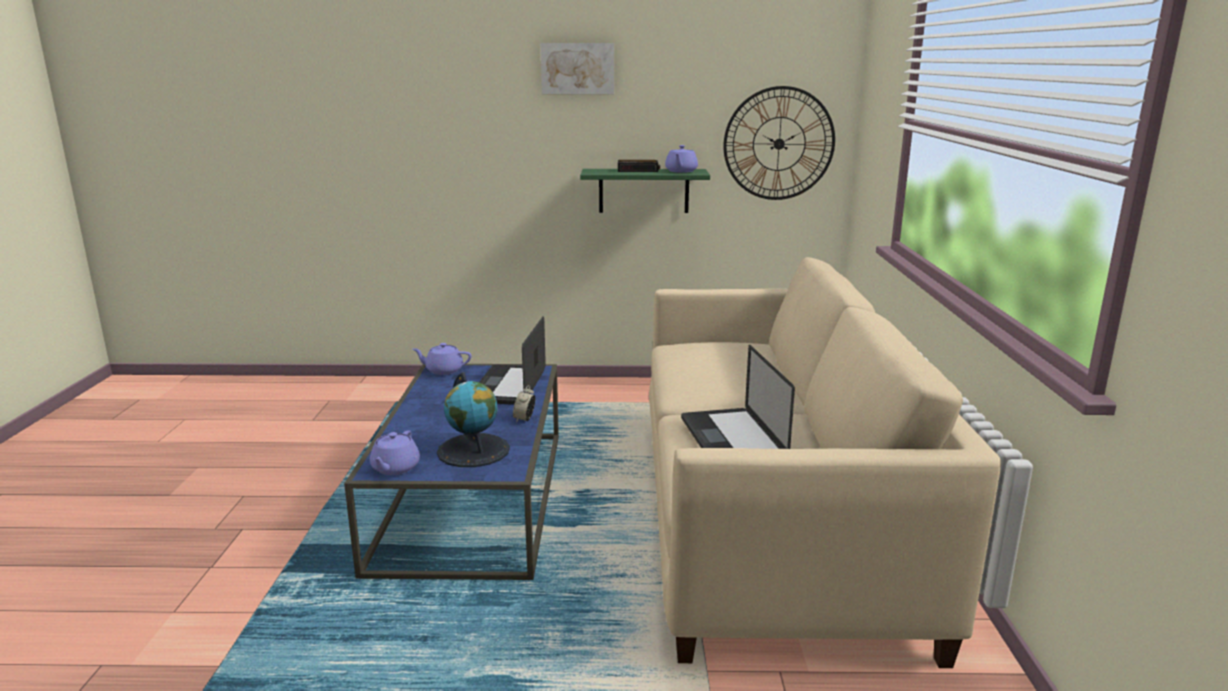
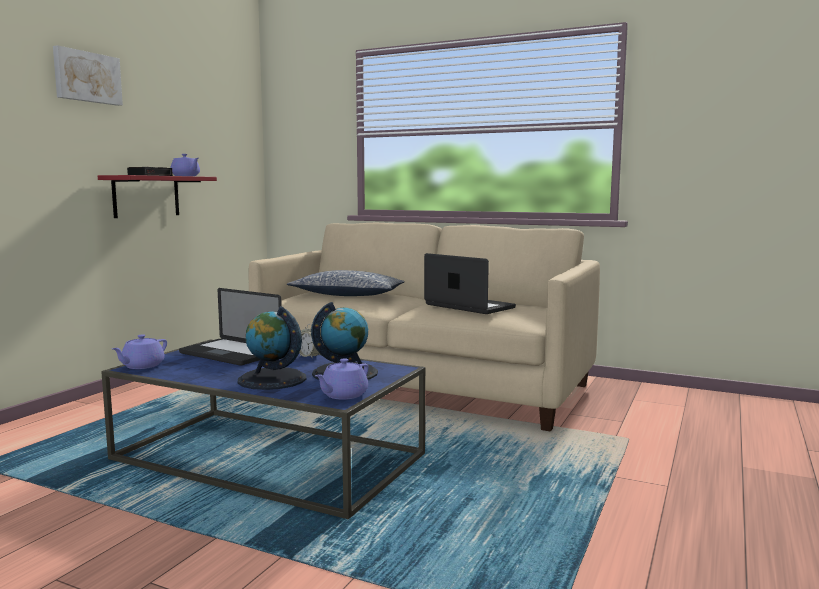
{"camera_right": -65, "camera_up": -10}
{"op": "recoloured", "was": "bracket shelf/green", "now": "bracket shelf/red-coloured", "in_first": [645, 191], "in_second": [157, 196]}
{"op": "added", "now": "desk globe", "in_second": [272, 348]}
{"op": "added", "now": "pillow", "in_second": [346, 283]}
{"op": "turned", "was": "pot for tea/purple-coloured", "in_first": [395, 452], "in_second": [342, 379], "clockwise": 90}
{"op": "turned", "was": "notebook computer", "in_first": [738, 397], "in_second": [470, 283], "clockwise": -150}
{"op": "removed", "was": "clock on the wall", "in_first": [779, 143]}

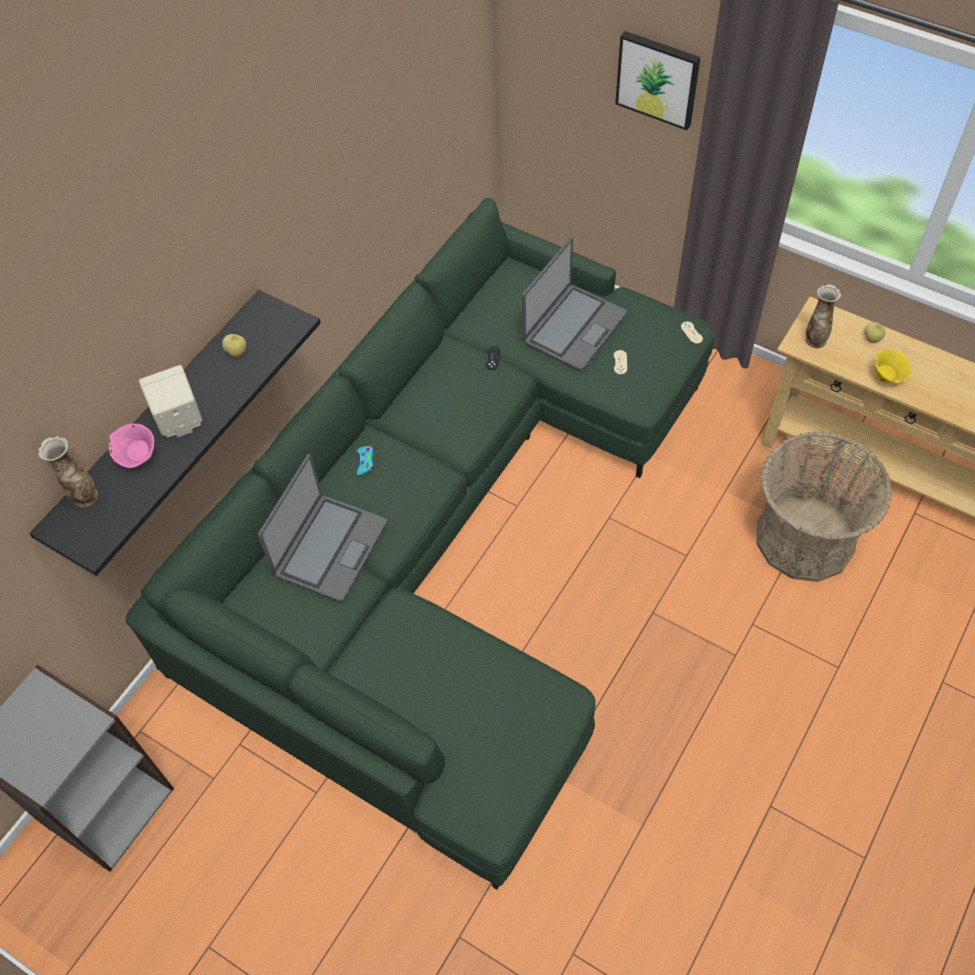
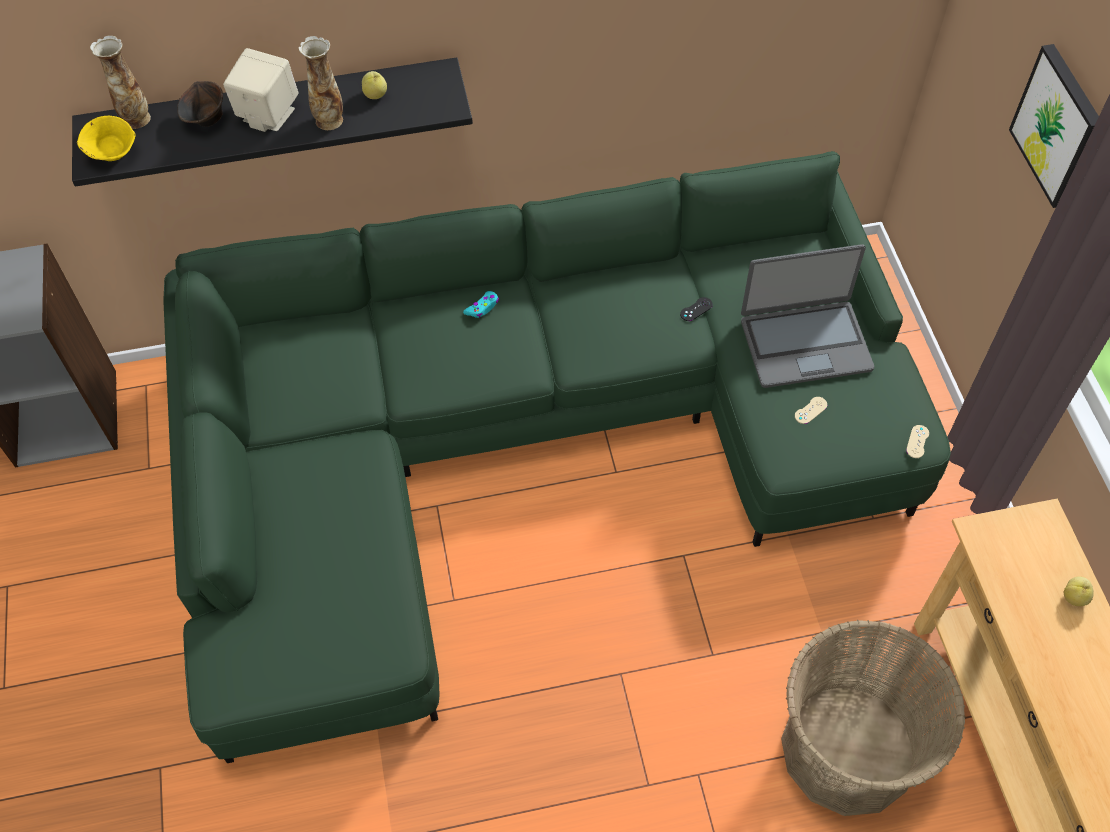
{"camera_right": 45, "camera_up": 0}
{"op": "moved", "was": "serving bowl/yellow-coloured", "in_first": [893, 366], "in_second": [106, 138]}
{"op": "recoloured", "was": "serving bowl/pinkish", "now": "serving bowl/brown", "in_first": [131, 445], "in_second": [200, 104]}
{"op": "moved", "was": "decorative vase", "in_first": [823, 316], "in_second": [320, 83]}
{"op": "removed", "was": "notebook computer", "in_first": [322, 528]}

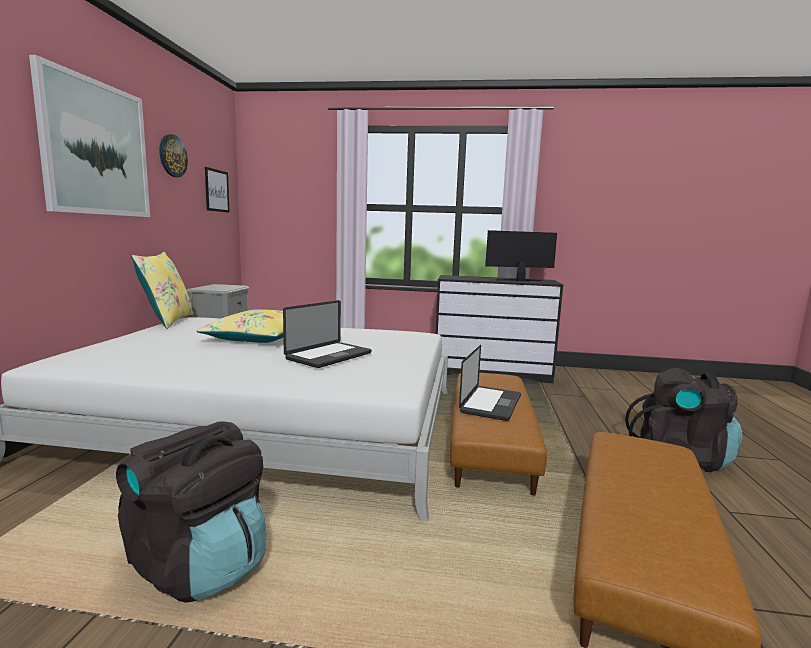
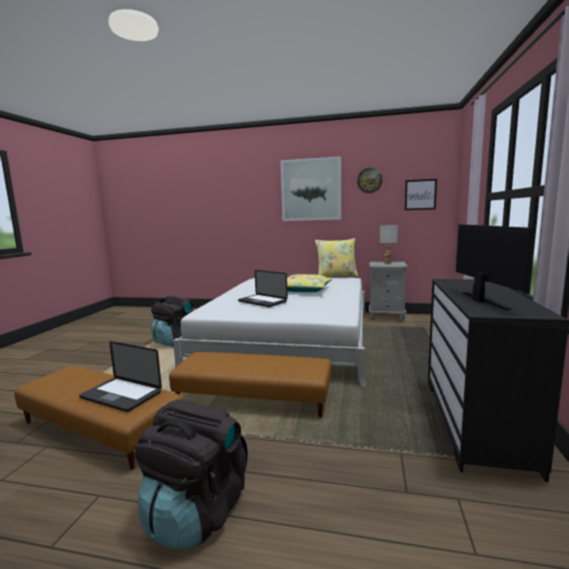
{"camera_right": 95, "camera_up": 0}
{"op": "moved", "was": "notebook computer", "in_first": [490, 383], "in_second": [120, 376]}
{"op": "added", "now": "tabletop lamp/grey", "in_second": [389, 244]}

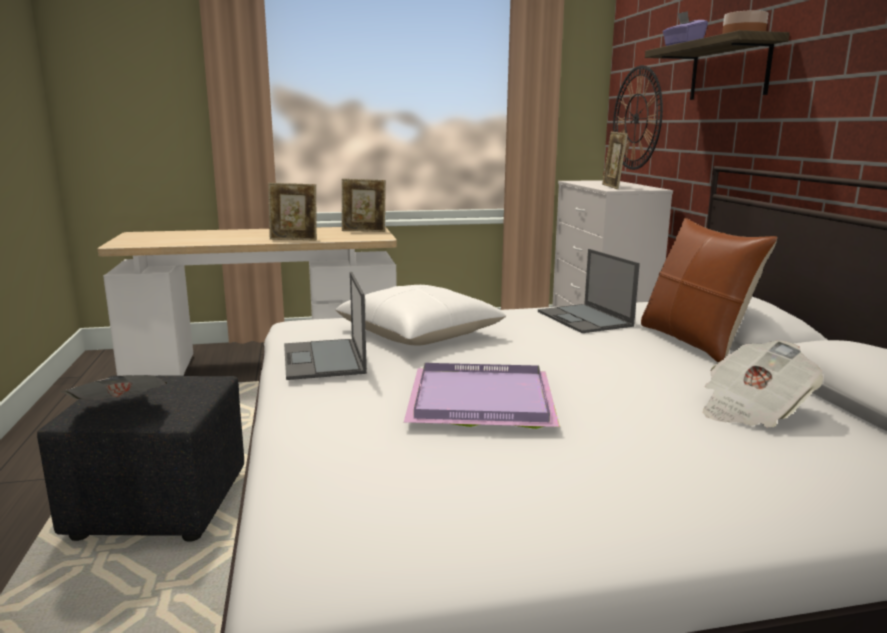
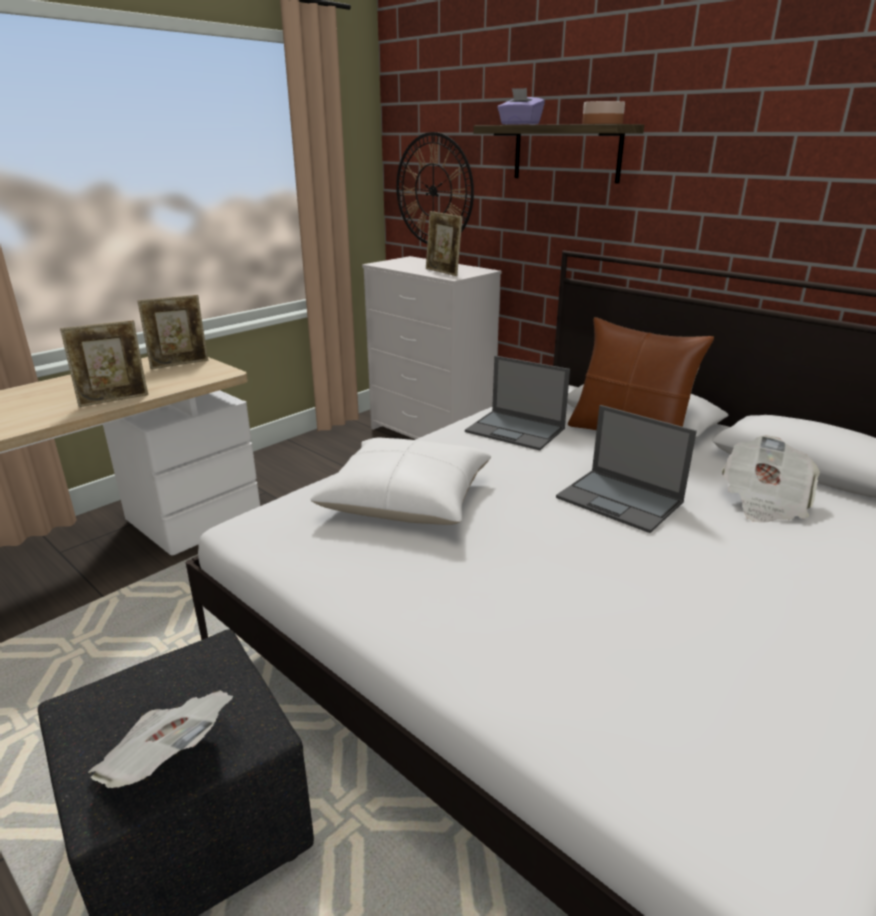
{"camera_right": -35, "camera_up": 10}
{"op": "moved", "was": "notebook computer", "in_first": [325, 326], "in_second": [626, 469]}
{"op": "removed", "was": "serving tray/purple-coloured", "in_first": [482, 396]}

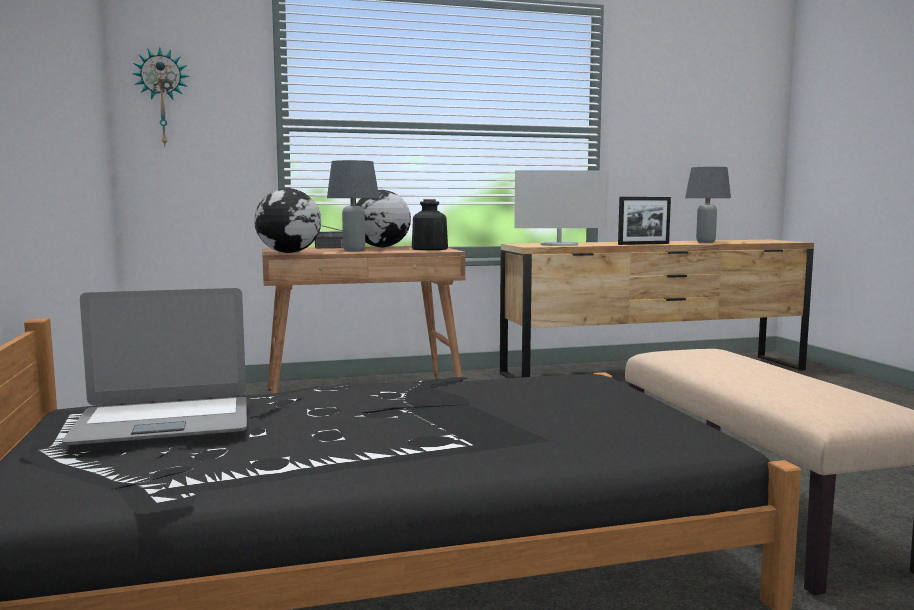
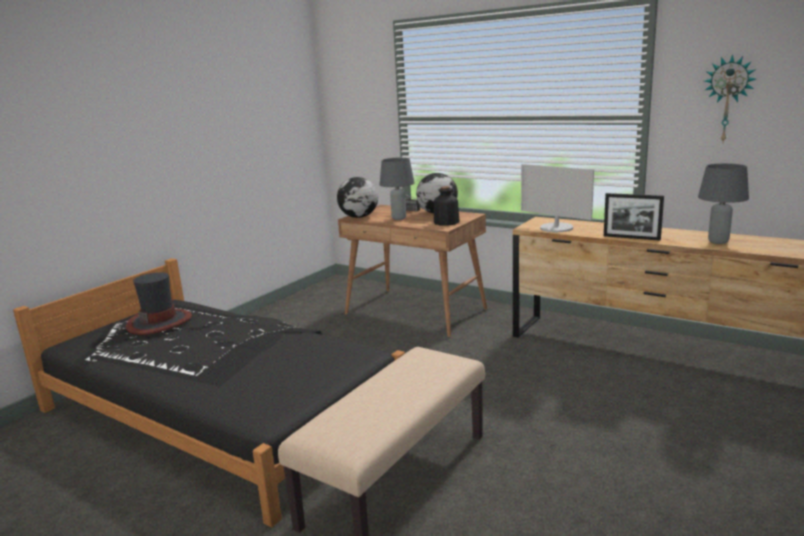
{"camera_right": 50, "camera_up": 10}
{"op": "replaced", "was": "notebook computer", "now": "hat", "in_first": [154, 366], "in_second": [159, 303]}
{"op": "moved", "was": "clock on the wall", "in_first": [160, 97], "in_second": [730, 98]}

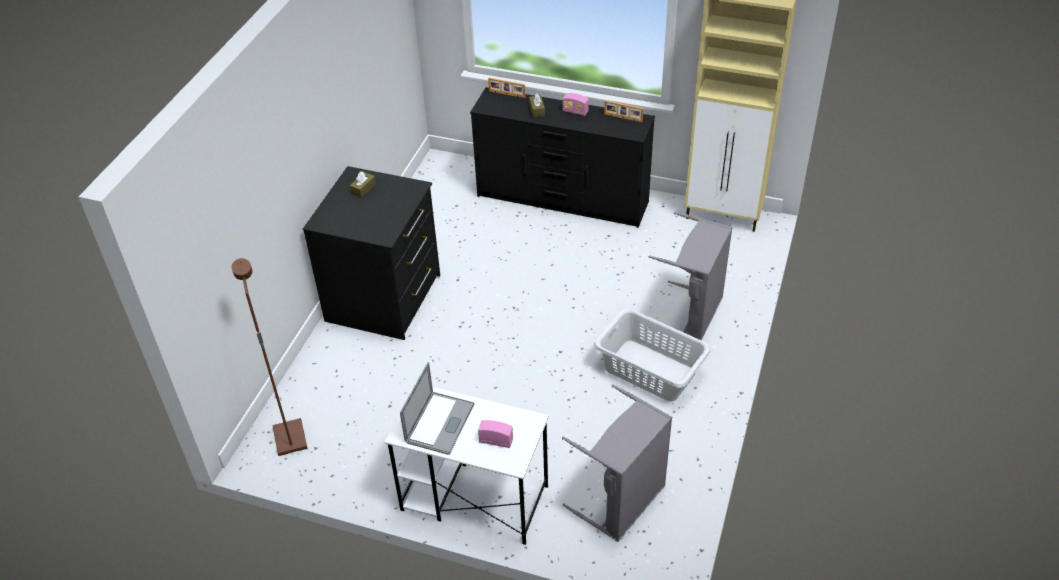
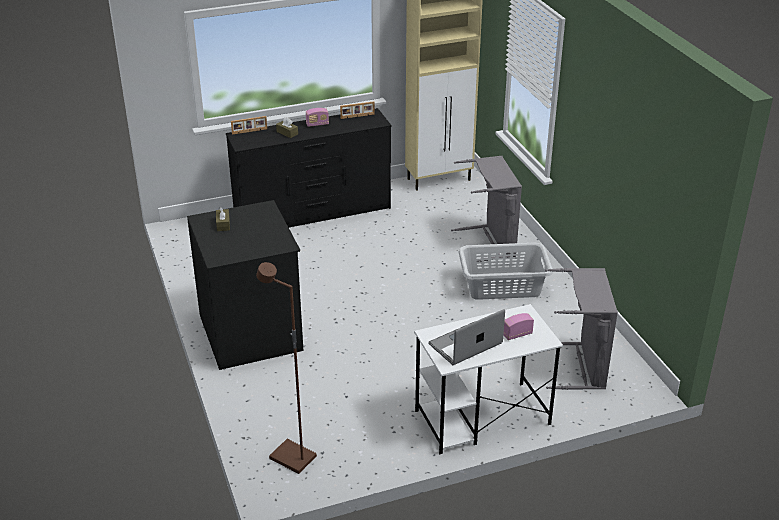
{"camera_right": -40, "camera_up": -10}
{"op": "turned", "was": "notebook computer", "in_first": [437, 408], "in_second": [466, 337], "clockwise": -105}

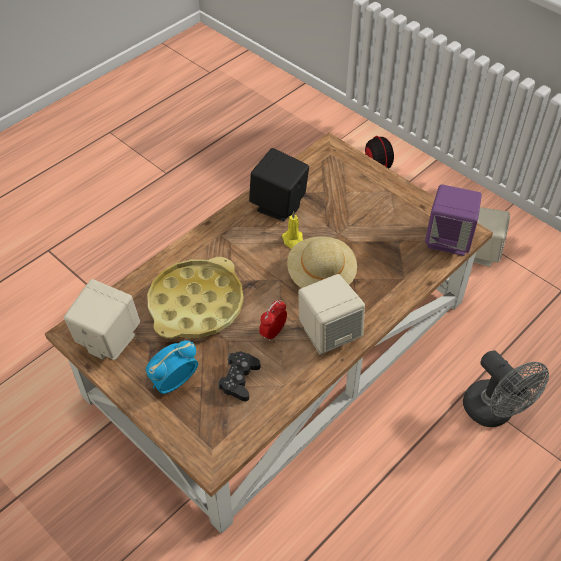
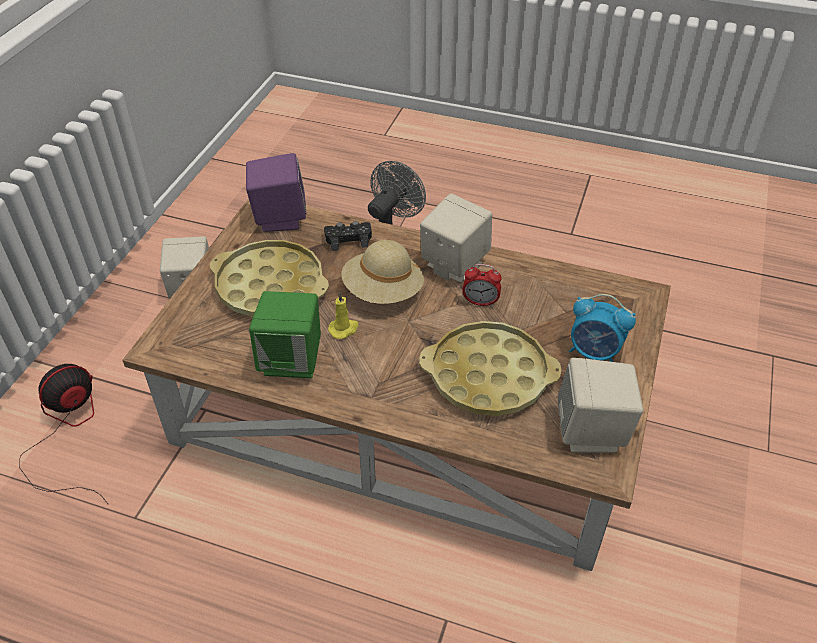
{"camera_right": -115, "camera_up": -5}
{"op": "added", "now": "serving tray/yellow-coloured", "in_second": [269, 278]}
{"op": "recoloured", "was": "audio speaker/black-coloured", "now": "audio speaker/green", "in_first": [279, 184], "in_second": [285, 334]}
{"op": "moved", "was": "gamepad/black-coloured", "in_first": [239, 376], "in_second": [348, 236]}

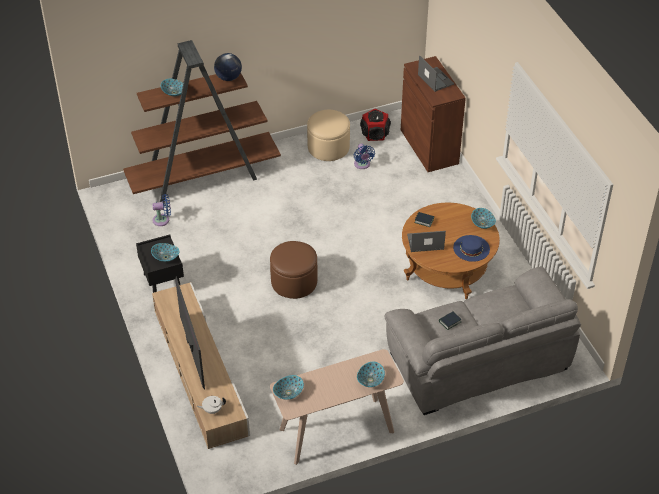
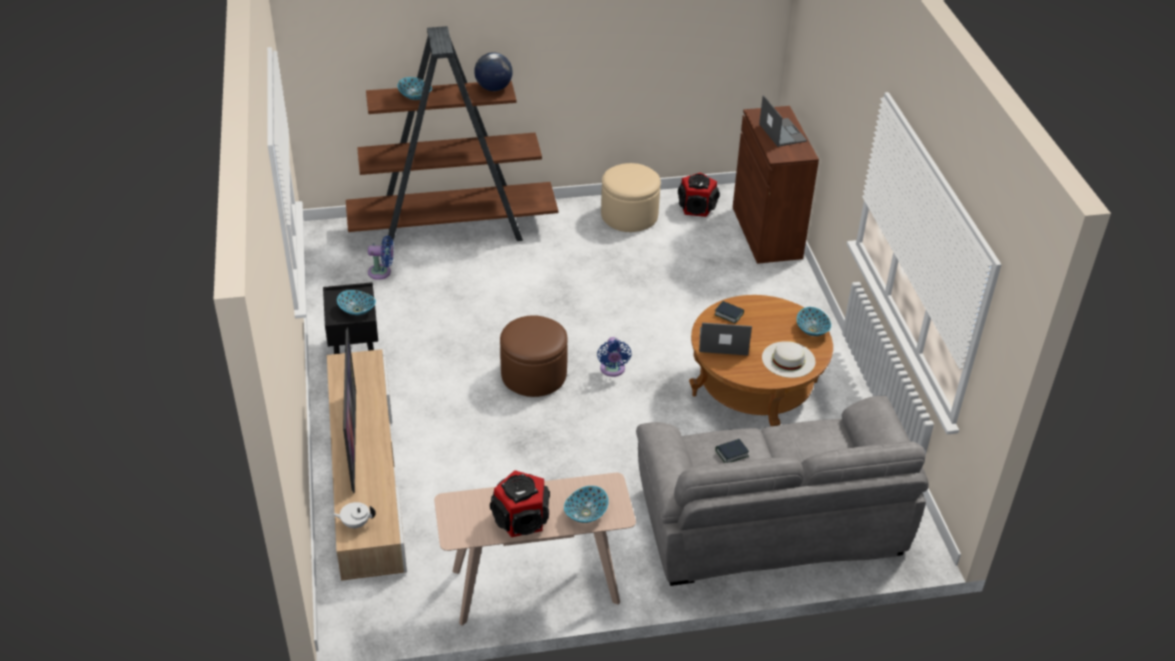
{"camera_right": 10, "camera_up": -5}
{"op": "added", "now": "audio speaker", "in_second": [520, 503]}
{"op": "moved", "was": "electric fan/bluish", "in_first": [364, 156], "in_second": [614, 357]}
{"op": "recoloured", "was": "hat/bluish", "now": "hat/white", "in_first": [471, 248], "in_second": [788, 359]}
{"op": "removed", "was": "serving bowl", "in_first": [288, 387]}

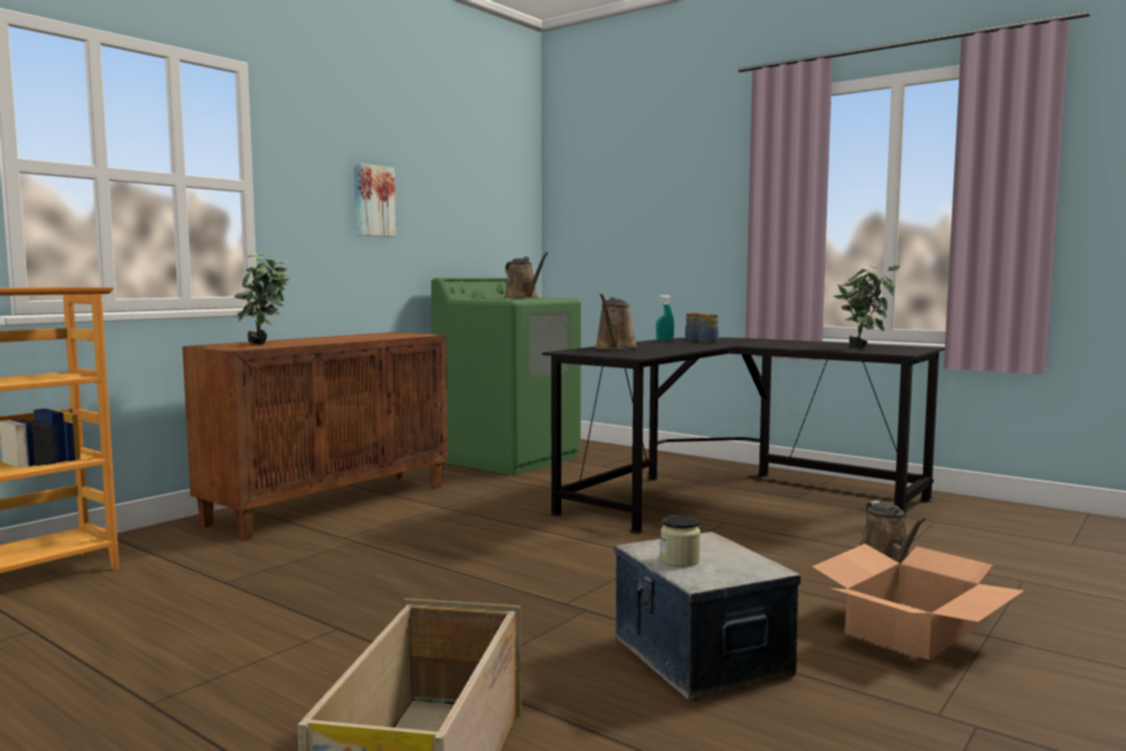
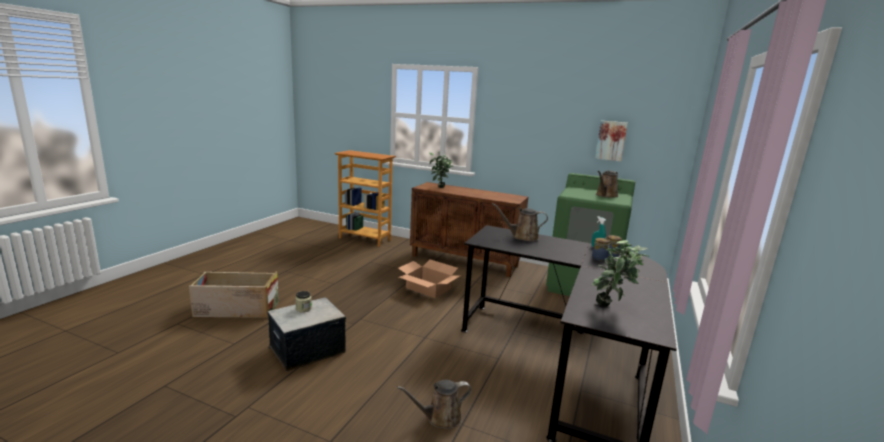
{"camera_right": 75, "camera_up": 10}
{"op": "moved", "was": "carton", "in_first": [918, 602], "in_second": [429, 279]}
{"op": "moved", "was": "wall picture", "in_first": [375, 200], "in_second": [611, 141]}

